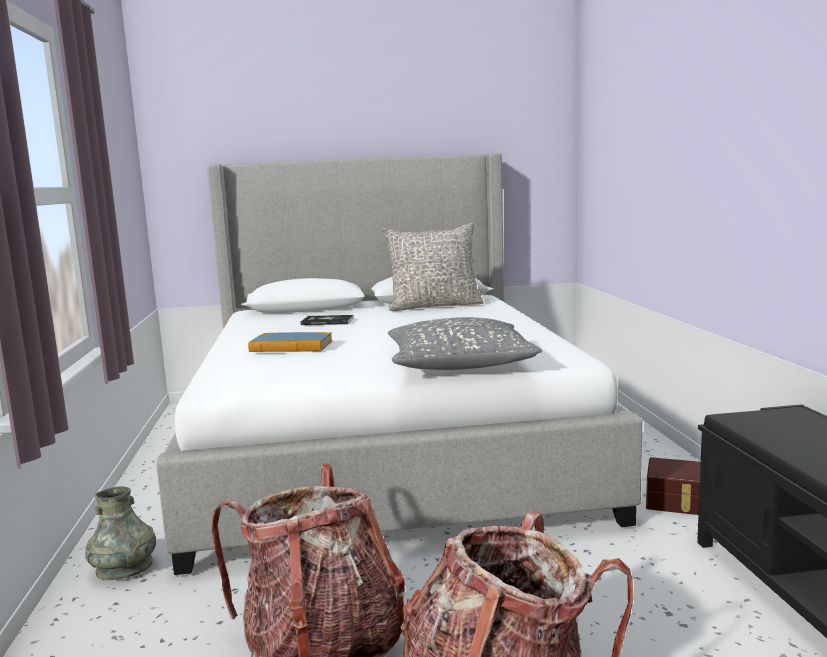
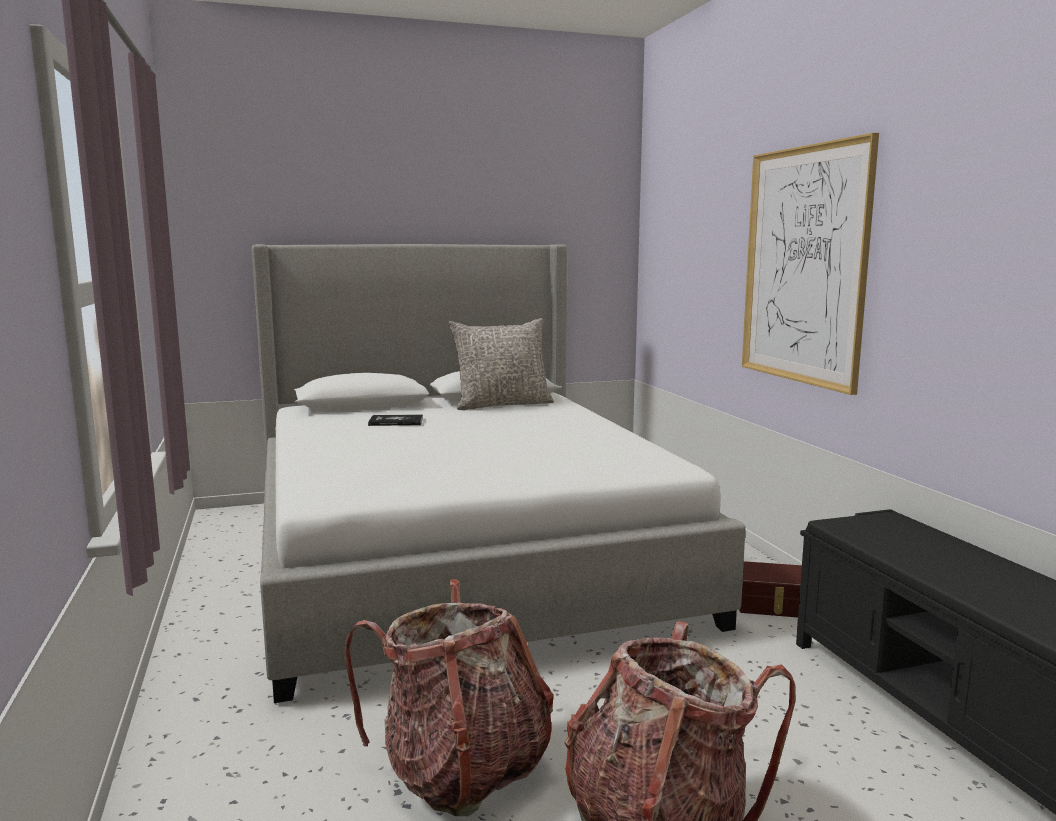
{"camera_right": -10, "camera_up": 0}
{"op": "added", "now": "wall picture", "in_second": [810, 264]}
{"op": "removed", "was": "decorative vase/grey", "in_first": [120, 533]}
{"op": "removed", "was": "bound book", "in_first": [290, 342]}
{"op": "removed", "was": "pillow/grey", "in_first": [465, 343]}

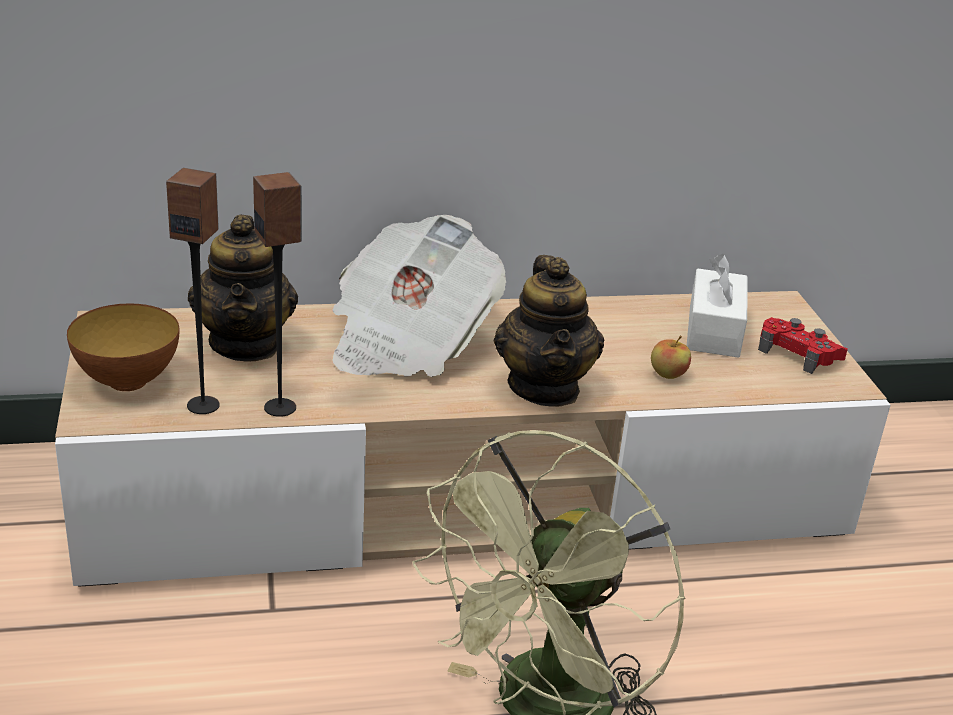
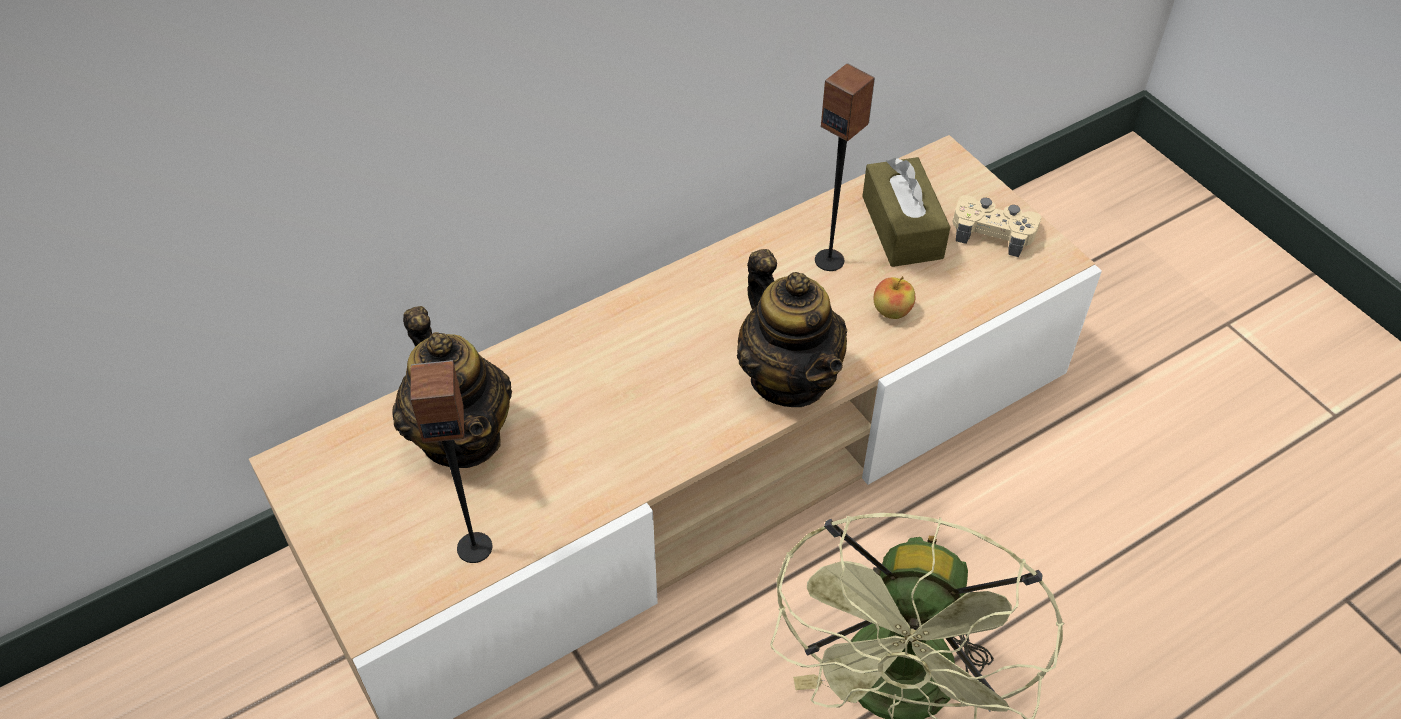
{"camera_right": -20, "camera_up": 20}
{"op": "moved", "was": "audio speaker", "in_first": [277, 294], "in_second": [845, 167]}
{"op": "recoloured", "was": "tissue box/white", "now": "tissue box/brown", "in_first": [717, 306], "in_second": [906, 212]}
{"op": "recoloured", "was": "gamepad/red-coloured", "now": "gamepad/beige", "in_first": [803, 345], "in_second": [997, 226]}
{"op": "removed", "was": "serving bowl", "in_first": [123, 347]}
{"op": "removed", "was": "printed paper", "in_first": [419, 296]}

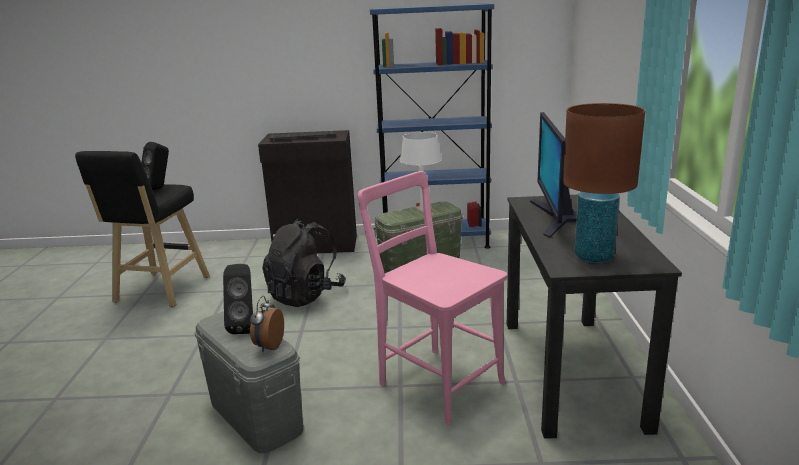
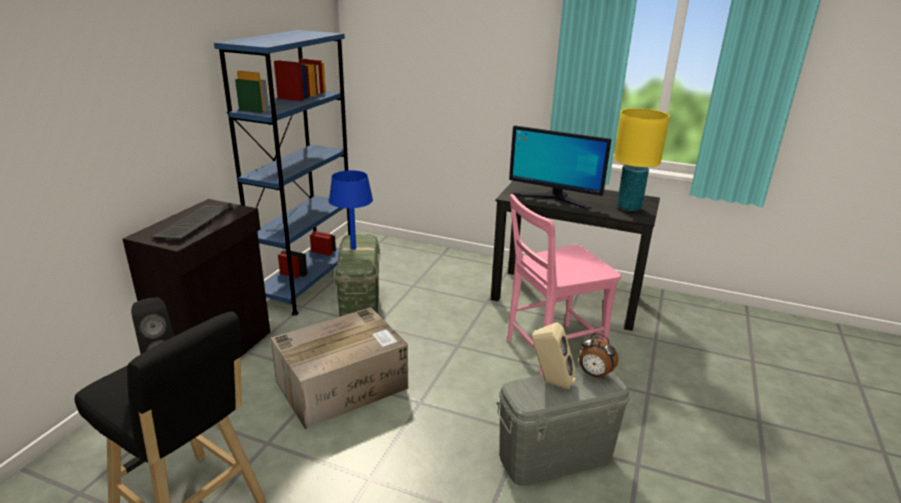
{"camera_right": -70, "camera_up": 5}
{"op": "replaced", "was": "knapsack/black-coloured", "now": "carton", "in_first": [304, 263], "in_second": [339, 368]}
{"op": "recoloured", "was": "tabletop lamp/white", "now": "tabletop lamp/bluish", "in_first": [421, 171], "in_second": [351, 210]}
{"op": "recoloured", "was": "audio speaker/black-coloured", "now": "audio speaker/beige", "in_first": [238, 299], "in_second": [554, 356]}
{"op": "recoloured", "was": "tabletop lamp/brown", "now": "tabletop lamp/yellow-coloured", "in_first": [604, 183], "in_second": [642, 159]}

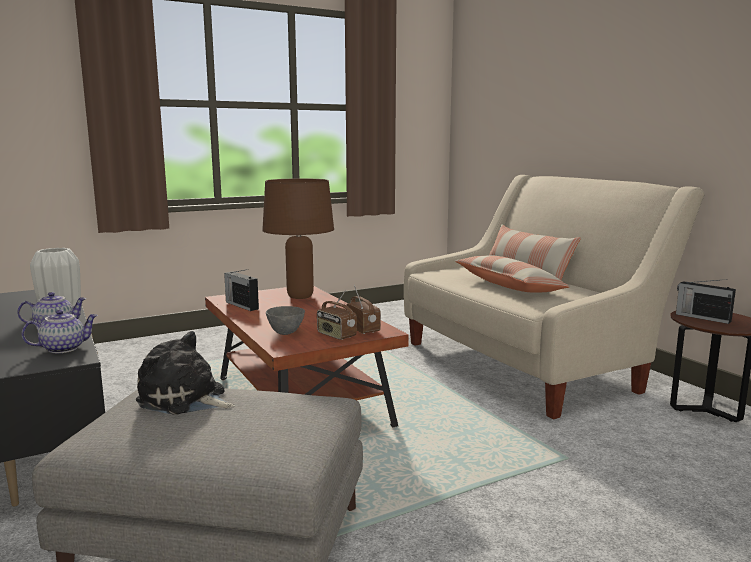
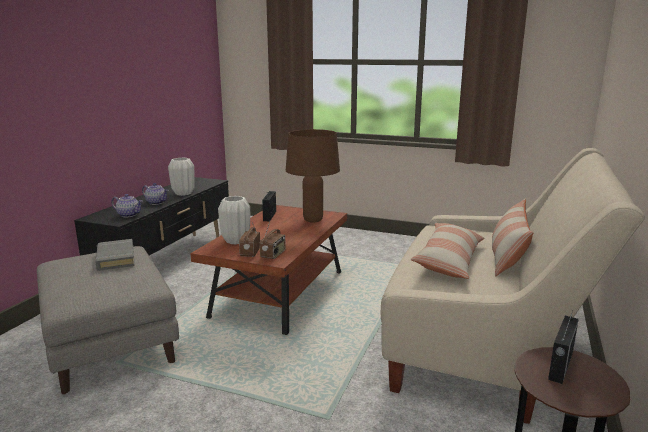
{"camera_right": 50, "camera_up": 5}
{"op": "replaced", "was": "cuddly toy", "now": "bound book/grey", "in_first": [185, 373], "in_second": [115, 255]}
{"op": "replaced", "was": "serving bowl/grey", "now": "decorative vase/white", "in_first": [285, 320], "in_second": [234, 220]}
{"op": "turned", "was": "radio", "in_first": [706, 301], "in_second": [563, 347], "clockwise": -150}

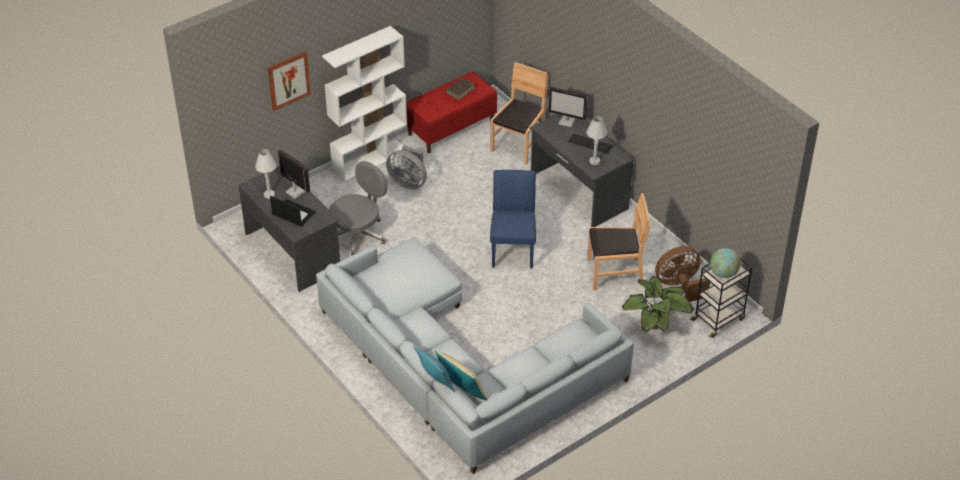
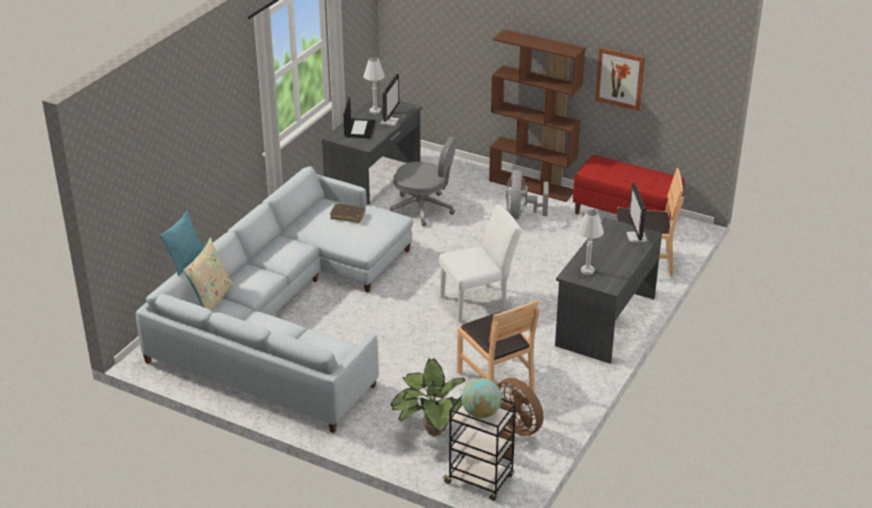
{"camera_right": 65, "camera_up": -10}
{"op": "moved", "was": "bound book/brown", "in_first": [460, 89], "in_second": [347, 213]}
{"op": "recoloured", "was": "upright chair/bluish", "now": "upright chair/white", "in_first": [513, 219], "in_second": [480, 263]}
{"op": "recoloured", "was": "bookcase/white", "now": "bookcase/brown", "in_first": [364, 104], "in_second": [537, 116]}
{"op": "moved", "was": "wall picture", "in_first": [289, 81], "in_second": [620, 79]}
{"op": "removed", "was": "PC keyboard", "in_first": [590, 144]}

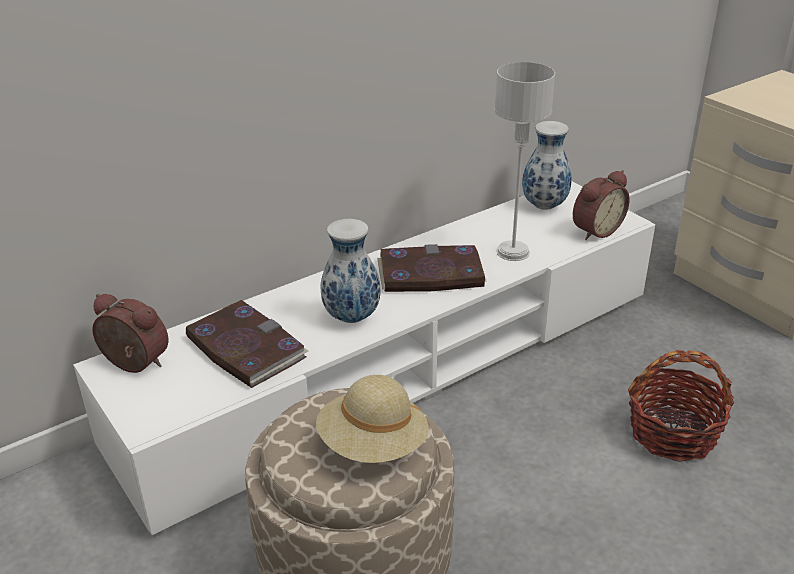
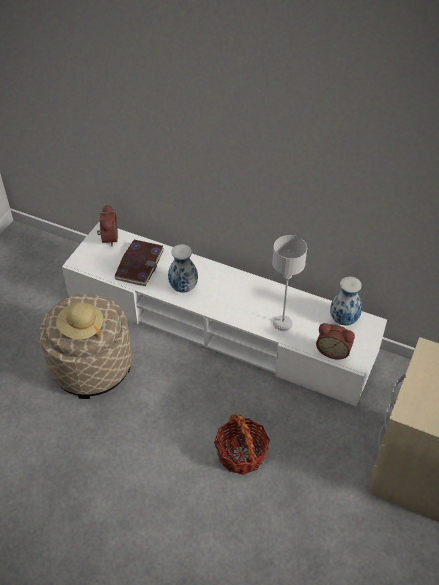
{"camera_right": 60, "camera_up": 15}
{"op": "removed", "was": "bound book", "in_first": [431, 268]}

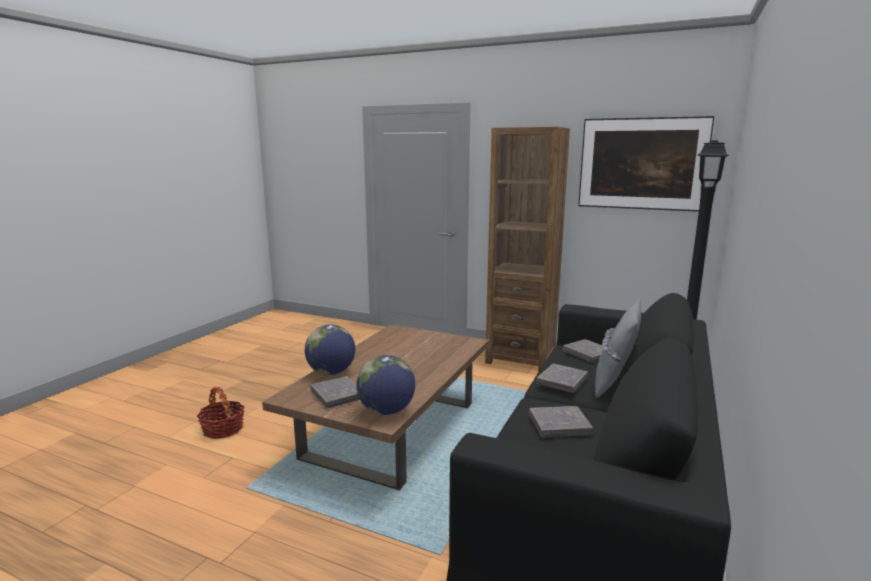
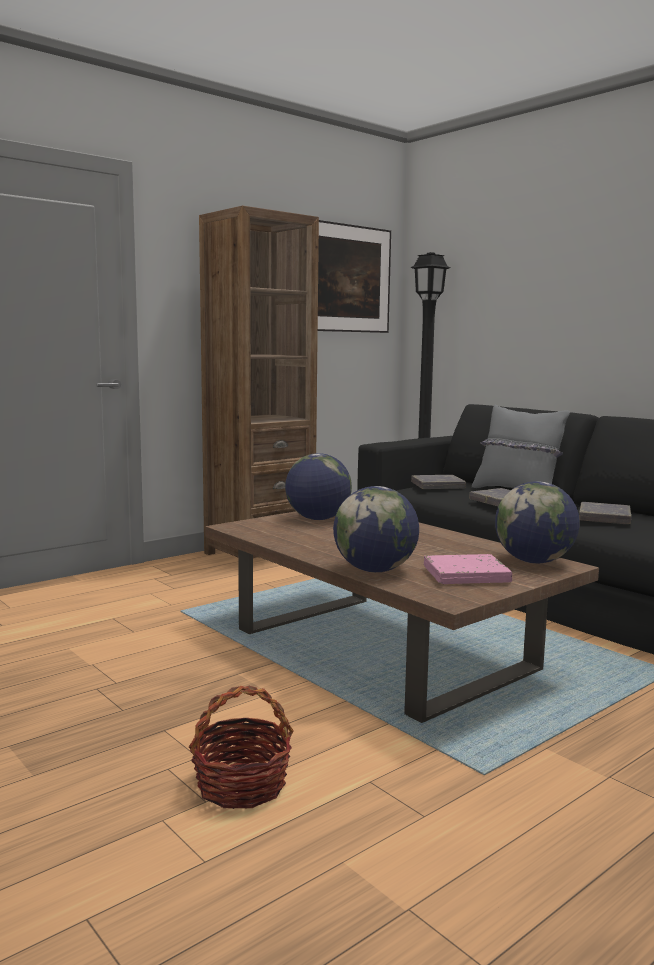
{"camera_right": -65, "camera_up": -5}
{"op": "added", "now": "desk globe", "in_second": [318, 486]}
{"op": "recoloured", "was": "bound book/grey", "now": "bound book/pinkish", "in_first": [335, 392], "in_second": [468, 569]}

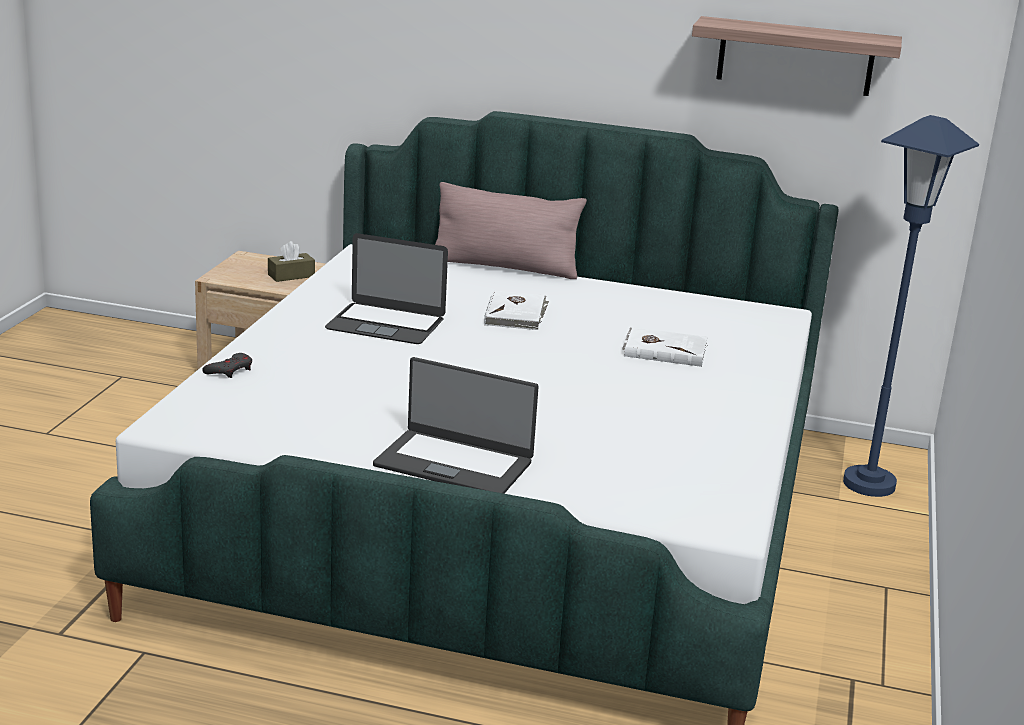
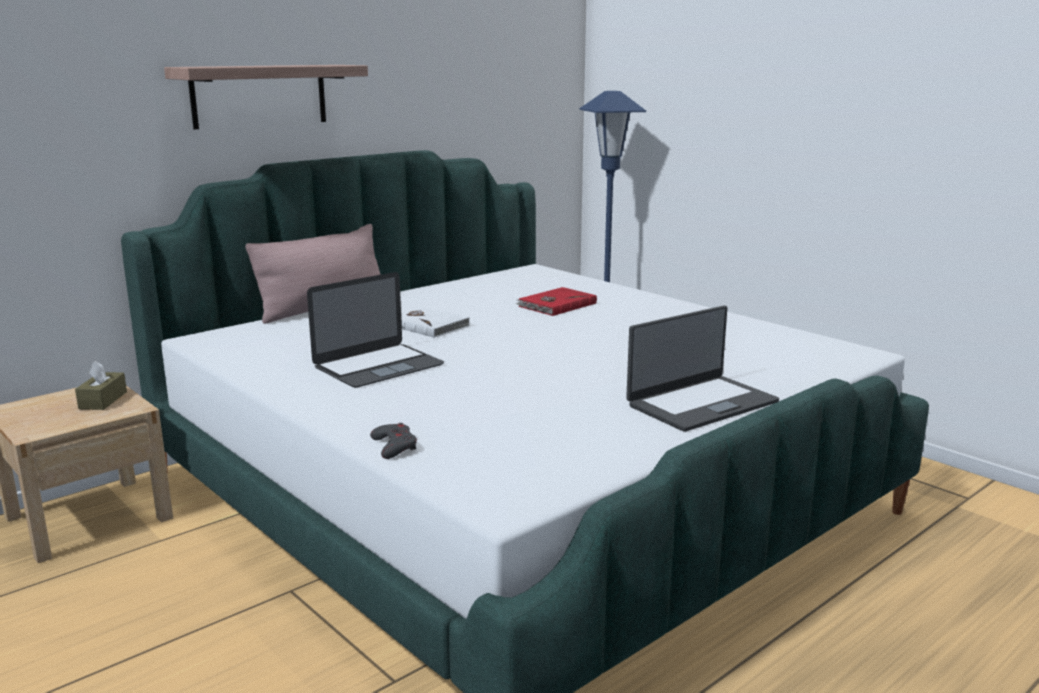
{"camera_right": -55, "camera_up": -5}
{"op": "moved", "was": "bracket shelf", "in_first": [797, 56], "in_second": [266, 97]}
{"op": "recoloured", "was": "bound book/white", "now": "bound book/red-coloured", "in_first": [665, 347], "in_second": [556, 301]}

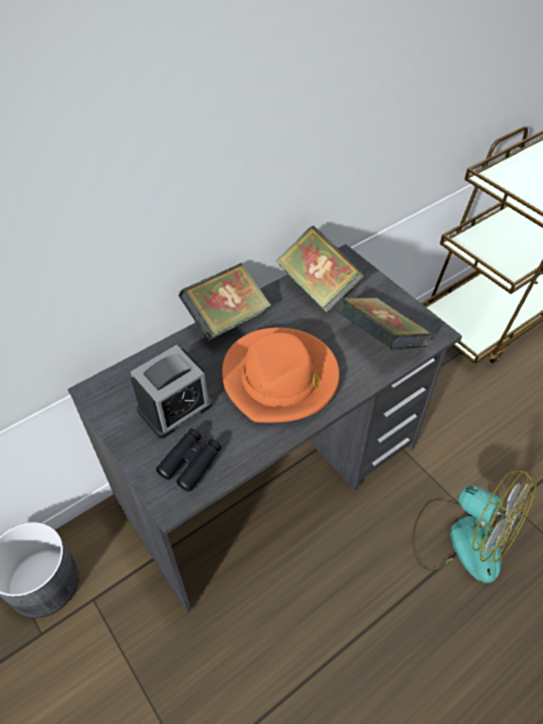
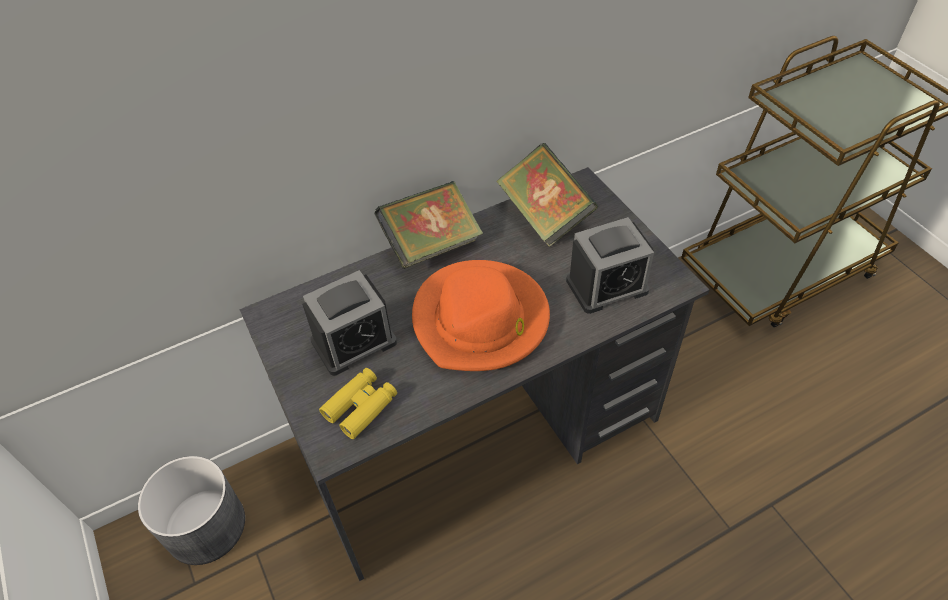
{"camera_right": 10, "camera_up": 0}
{"op": "recoloured", "was": "field glasses/black-coloured", "now": "field glasses/yellow-coloured", "in_first": [188, 460], "in_second": [358, 403]}
{"op": "replaced", "was": "bound book", "now": "bedside clock", "in_first": [384, 324], "in_second": [610, 265]}
{"op": "removed", "was": "electric fan", "in_first": [474, 527]}

